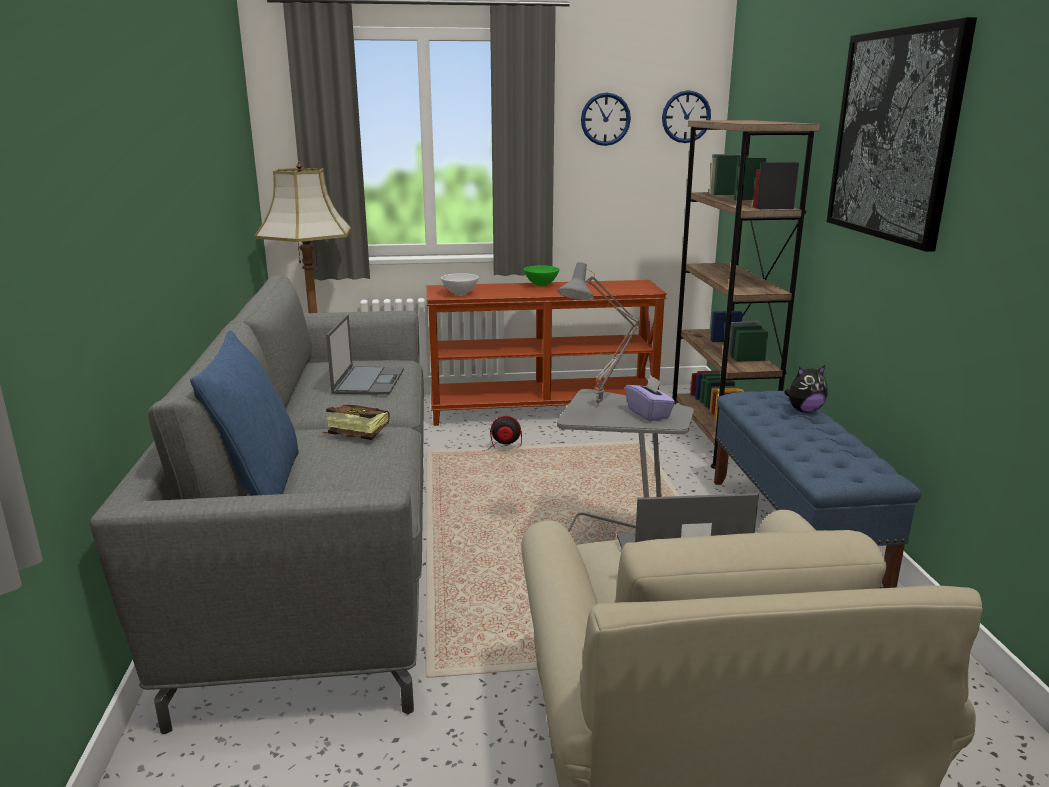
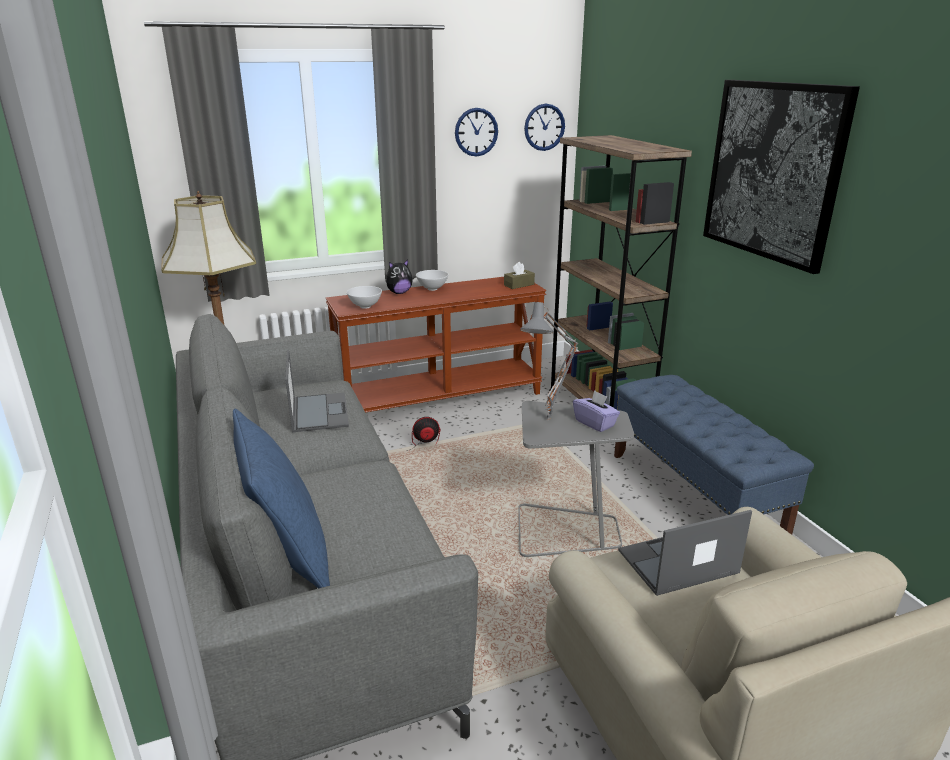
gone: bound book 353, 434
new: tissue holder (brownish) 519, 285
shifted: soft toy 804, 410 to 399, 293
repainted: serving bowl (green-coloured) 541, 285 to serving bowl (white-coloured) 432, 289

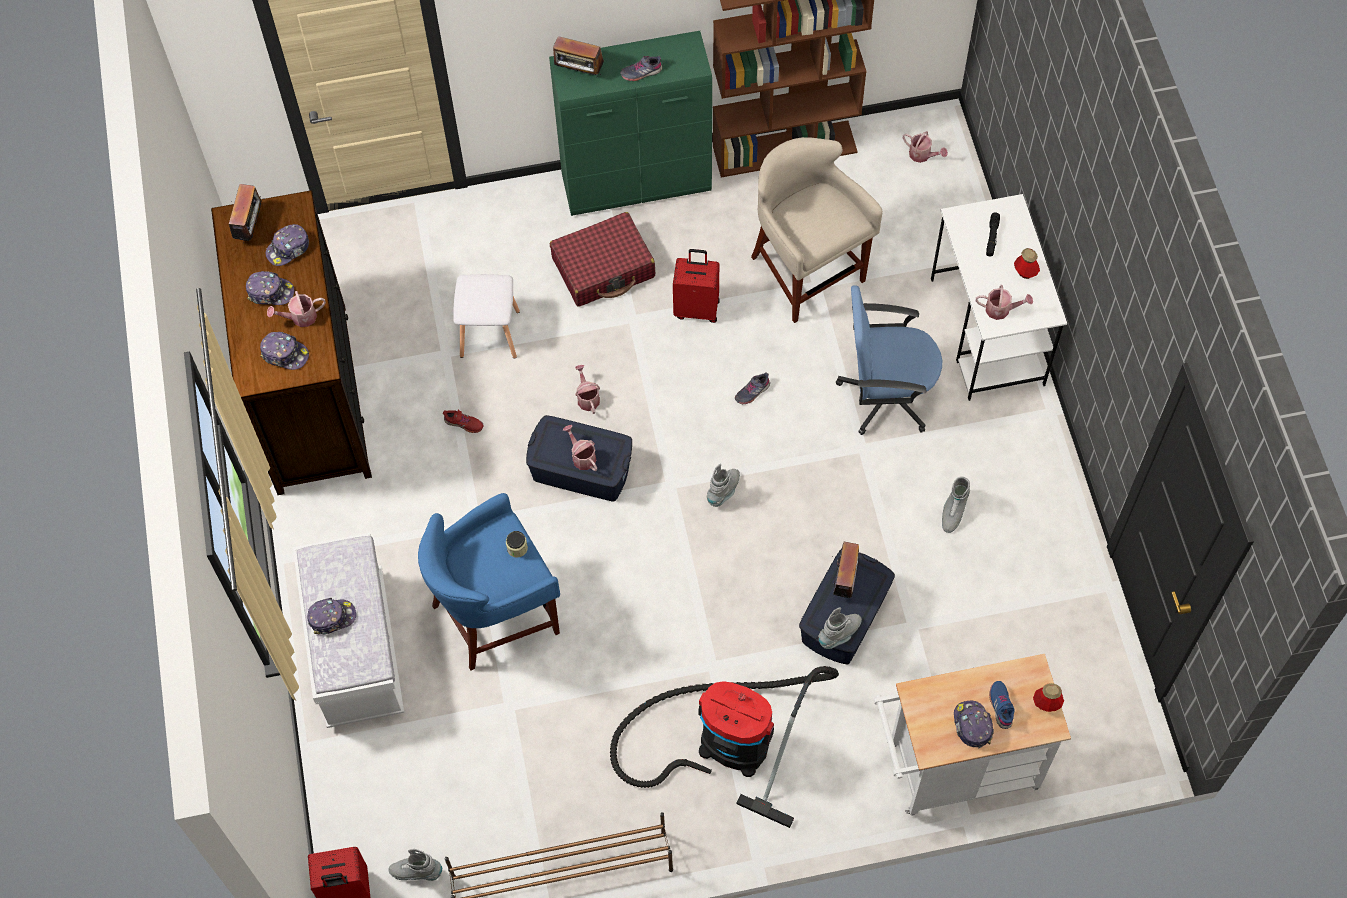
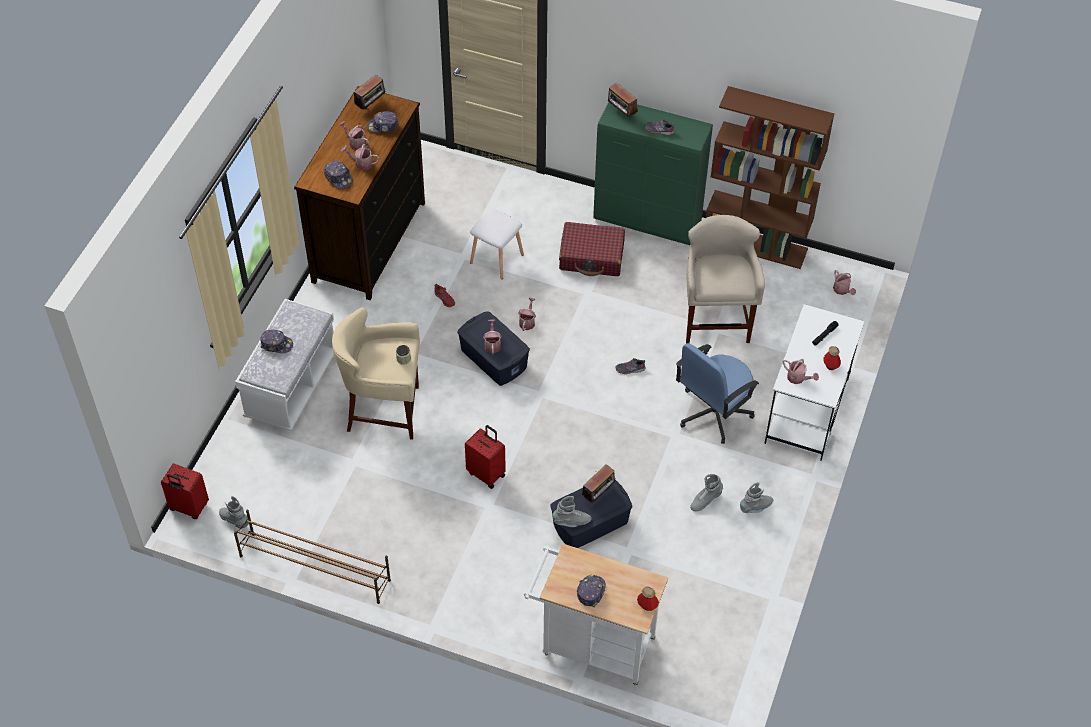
gone: hoover 726, 742; shoe (blue) 1001, 706
shifted: suitcase (red) 697, 308 to 487, 473; boot (grey) 724, 491 to 756, 507
swapped: baseball cap 270, 292 to watering can 355, 143
repainted: stool (blue) 497, 616 to stool (sand-coloured) 384, 410
rotated: desk chair (blue) 885, 395 = 713, 413 75 degrees counterclockwise

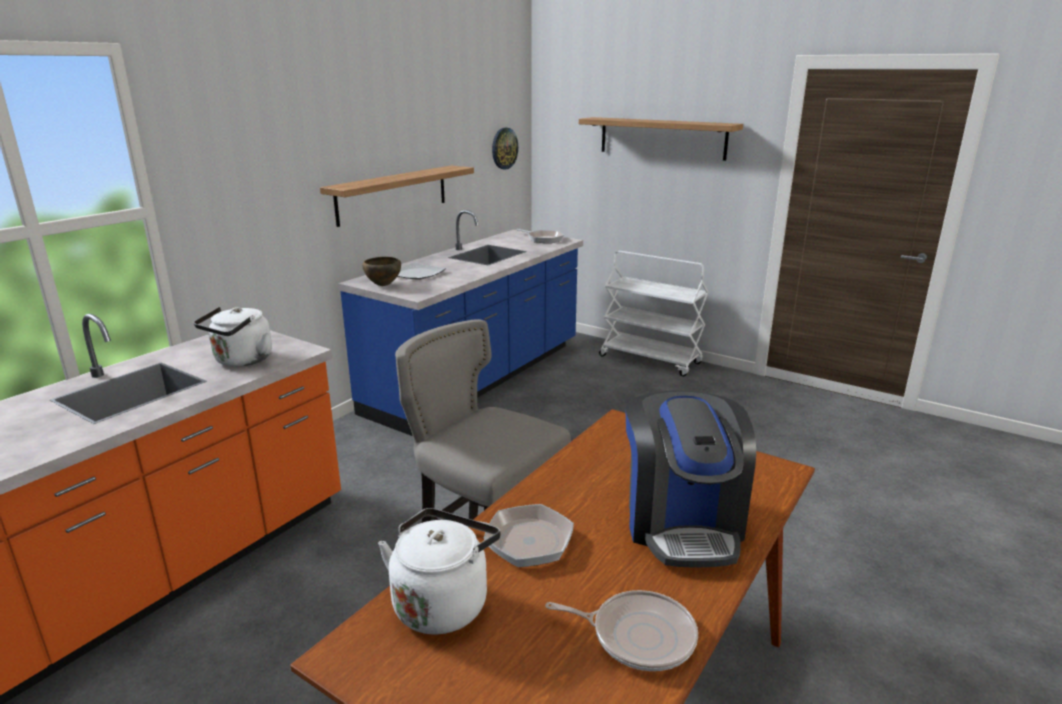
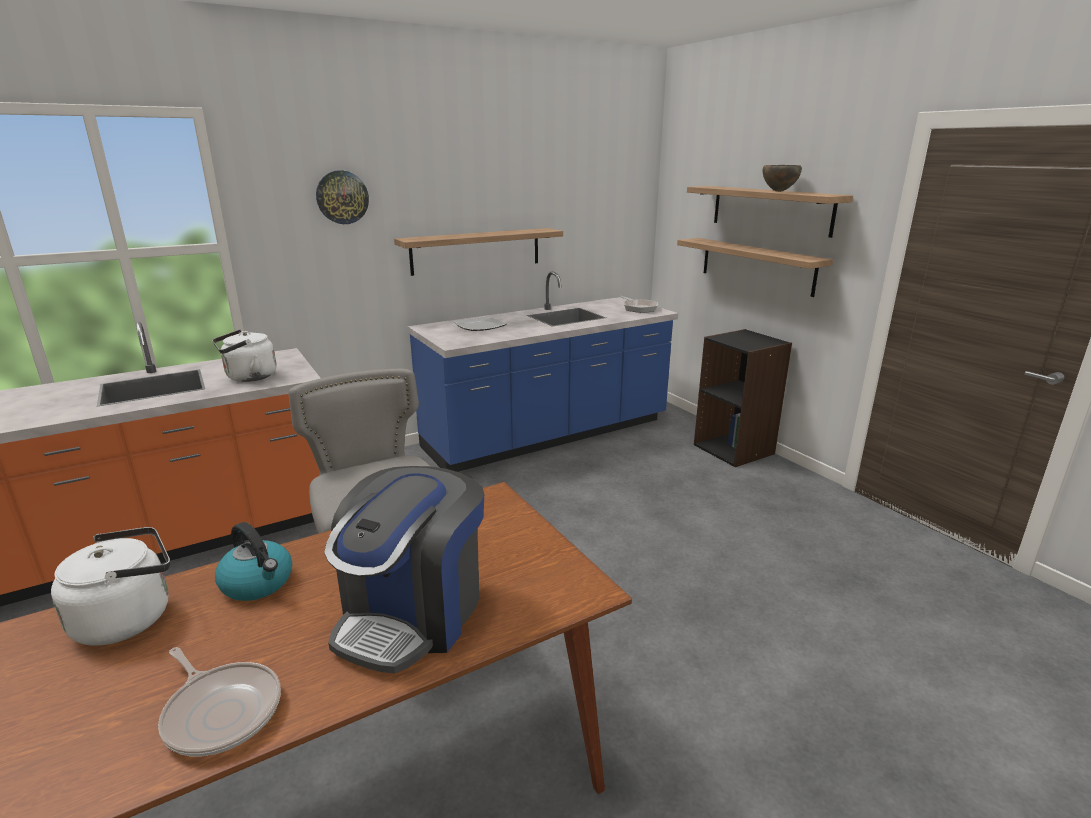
new: bracket shelf 756, 265
shifted: serving bowl (brownish) 383, 285 to 778, 191; wall clock 504, 148 to 342, 197
swapped: skillet 521, 540 to water kettle 258, 583; cart (white-coloured) 651, 360 to bookcase (black-coloured) 734, 449

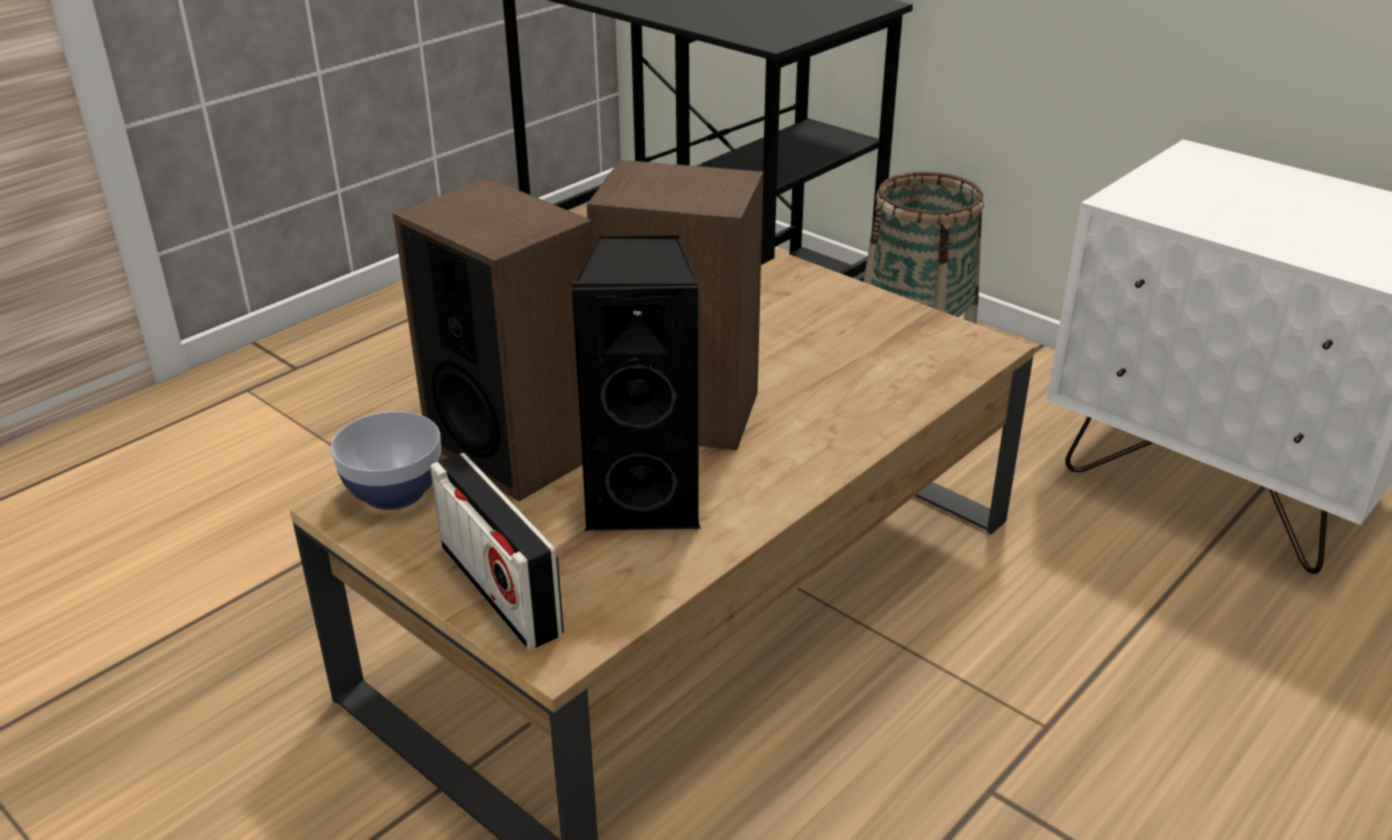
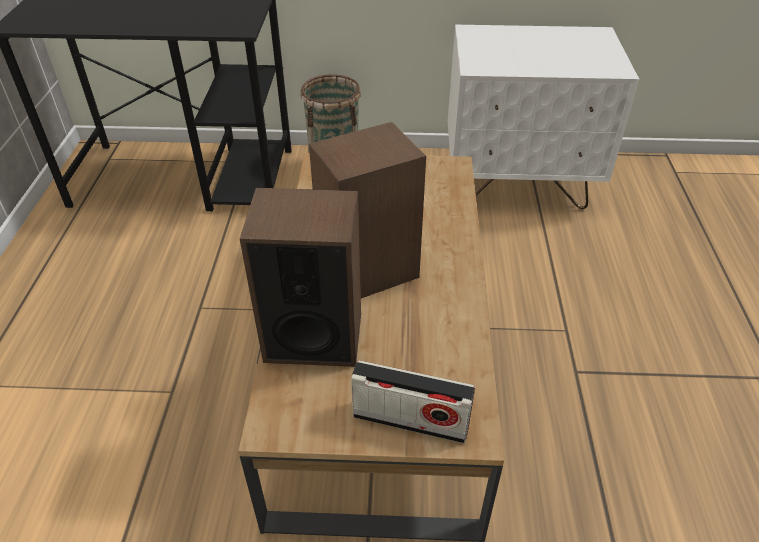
gone: serving bowl 394, 492; audio speaker (black-coloured) 645, 501

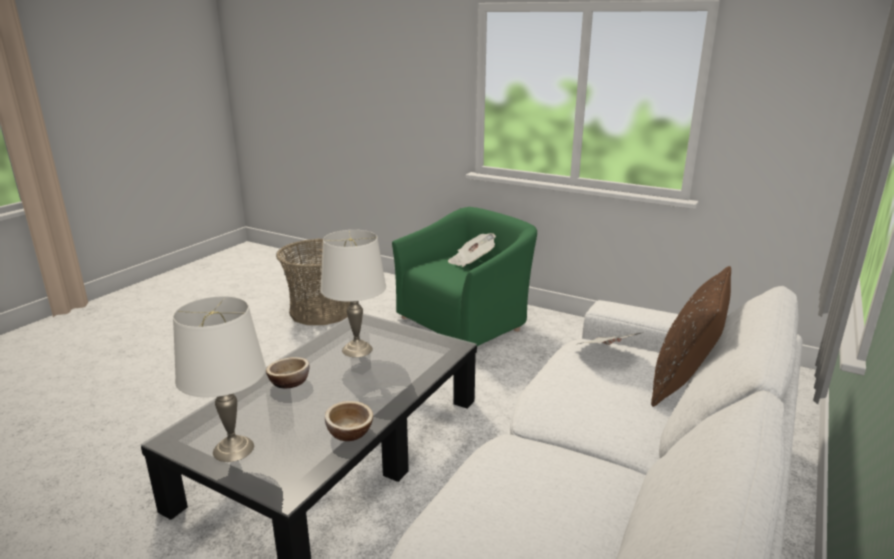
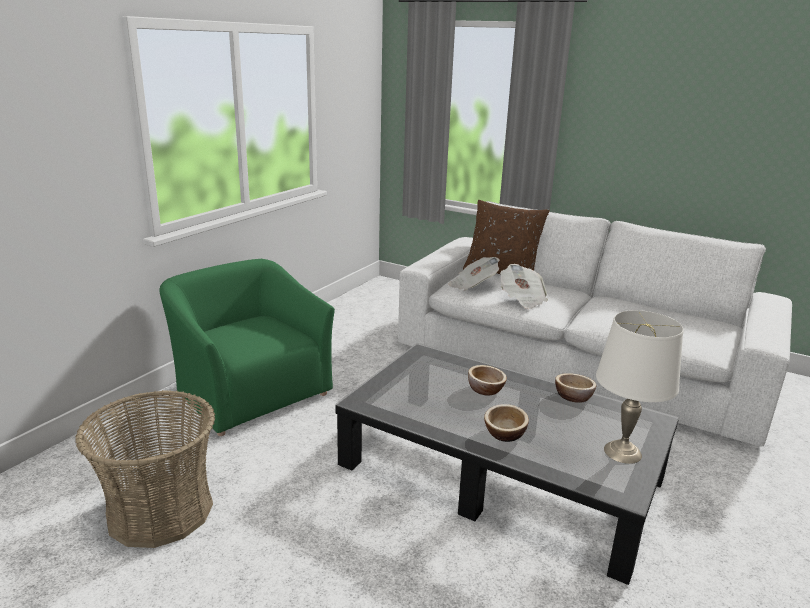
gone: tabletop lamp (white-coloured) 357, 349
new: serving bowl 485, 389
shifted: daily paper 471, 261 to 522, 299

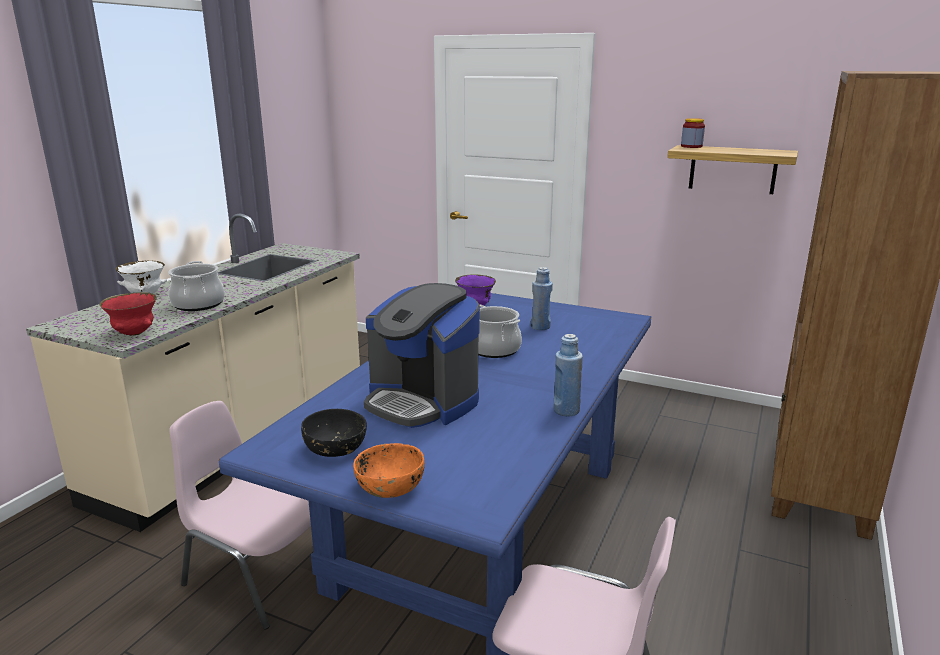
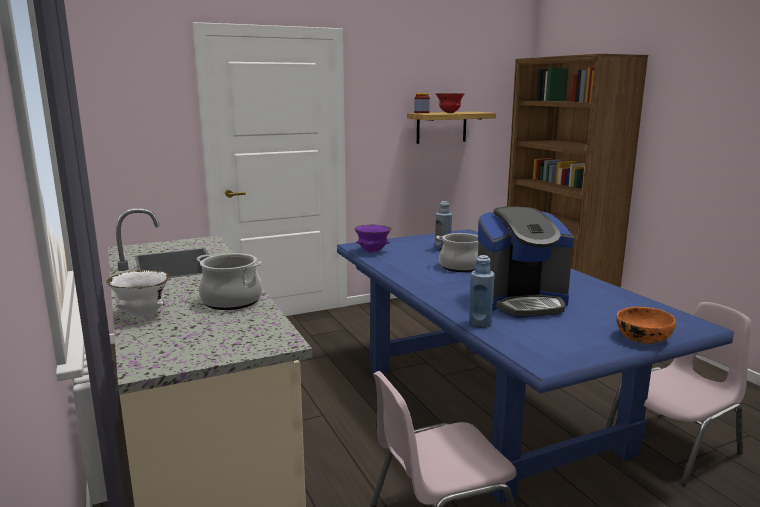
gone: serving bowl (black-coloured) 336, 449
shifted: serving bowl (red) 134, 333 to 449, 113; drink bottle (blue) 566, 410 to 480, 324

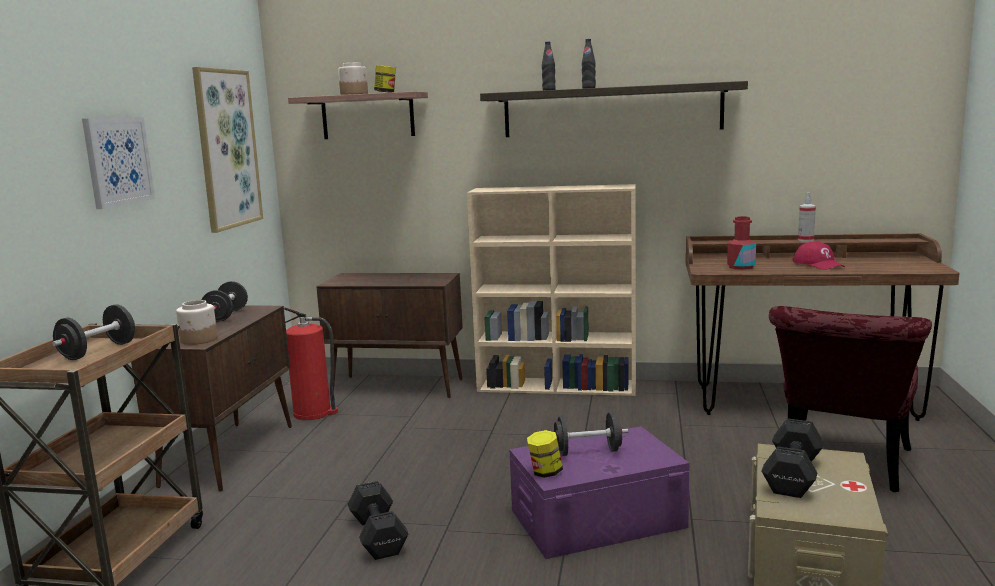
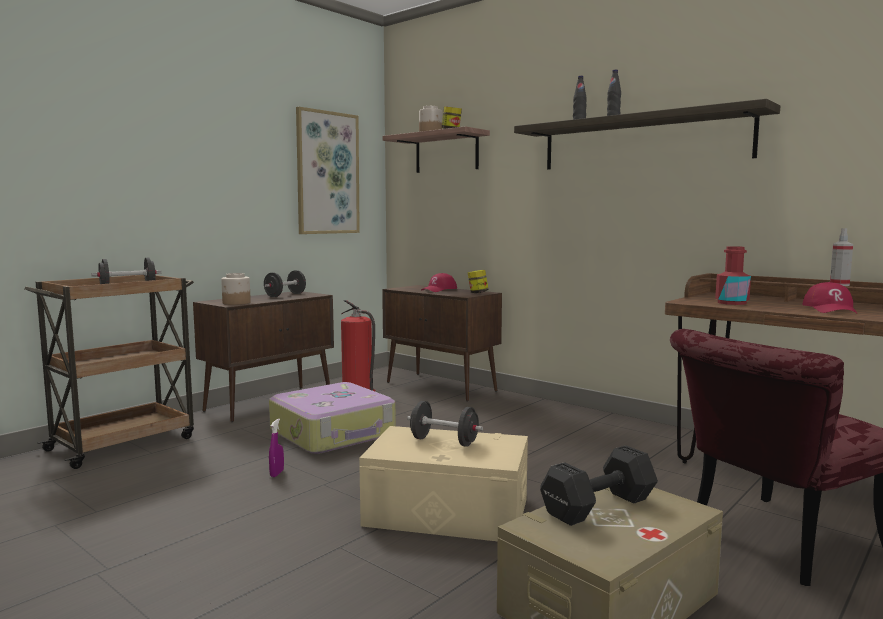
gone: wall picture 117, 161; bookcase (sand-coloured) 558, 386
new: suitcase 334, 433; baseball cap (red) 439, 290
shifted: preserve jar 545, 472 to 477, 293
swapped: free weight (black-coloured) 378, 535 to hand sprayer (purple-coloured) 277, 473
repainted: storage bin (purple-coloured) 597, 519 to storage bin (sand-coloured) 447, 512

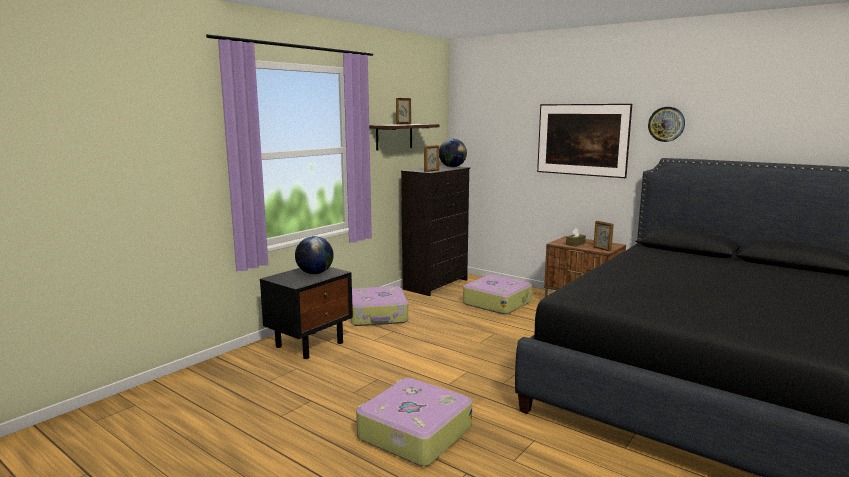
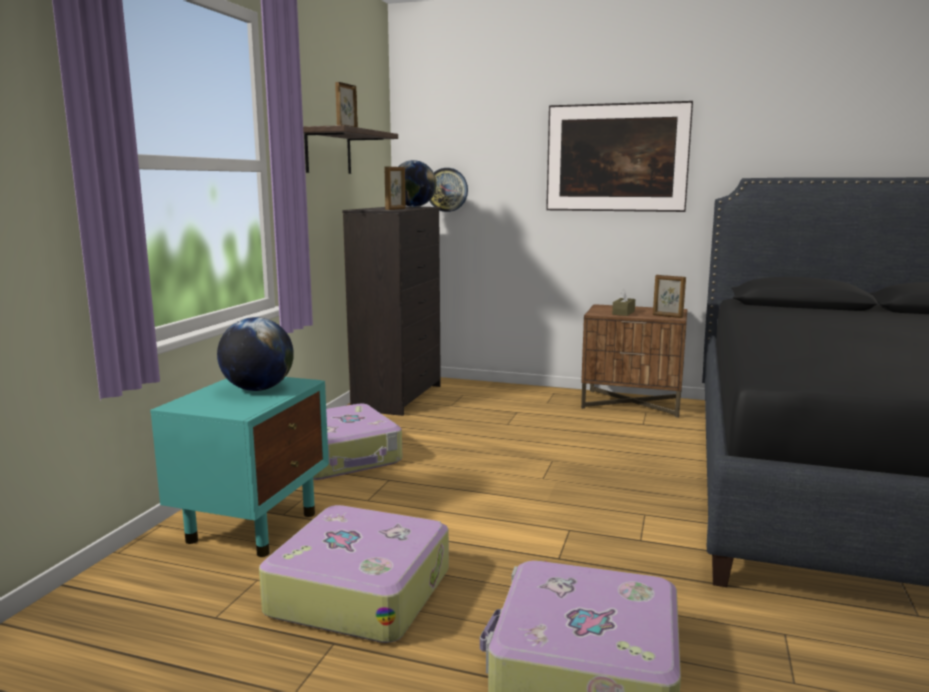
shifted: suitcase 497, 302 to 360, 591; wall clock 666, 124 to 447, 189
repainted: night table (black-coloured) 310, 344 to night table (turquoise-coloured) 254, 526

